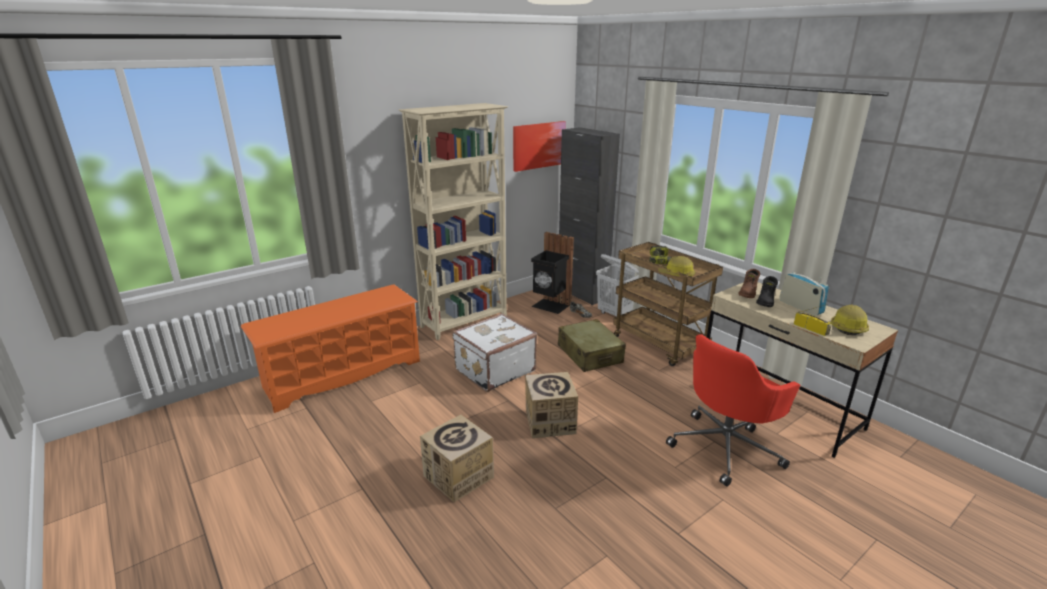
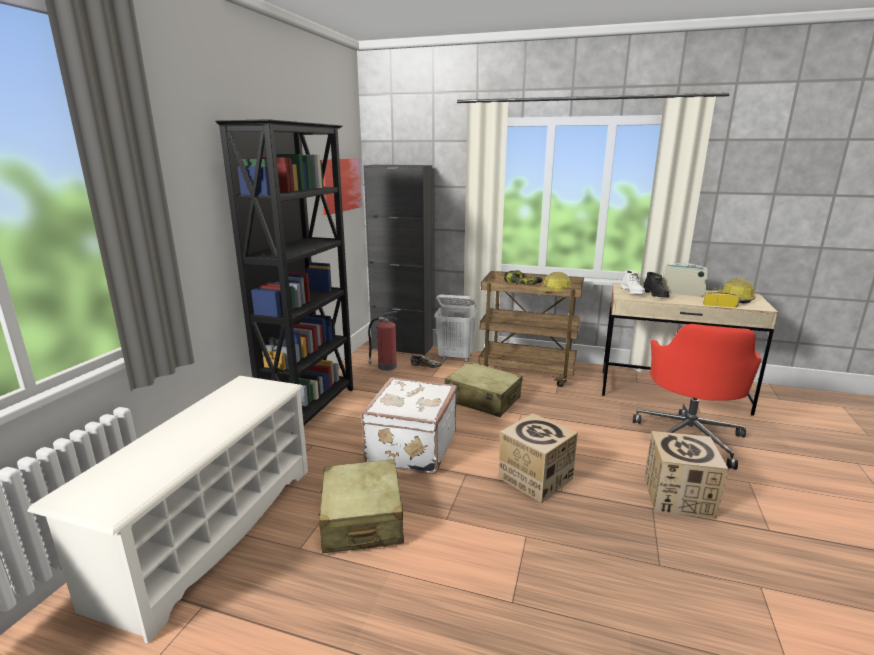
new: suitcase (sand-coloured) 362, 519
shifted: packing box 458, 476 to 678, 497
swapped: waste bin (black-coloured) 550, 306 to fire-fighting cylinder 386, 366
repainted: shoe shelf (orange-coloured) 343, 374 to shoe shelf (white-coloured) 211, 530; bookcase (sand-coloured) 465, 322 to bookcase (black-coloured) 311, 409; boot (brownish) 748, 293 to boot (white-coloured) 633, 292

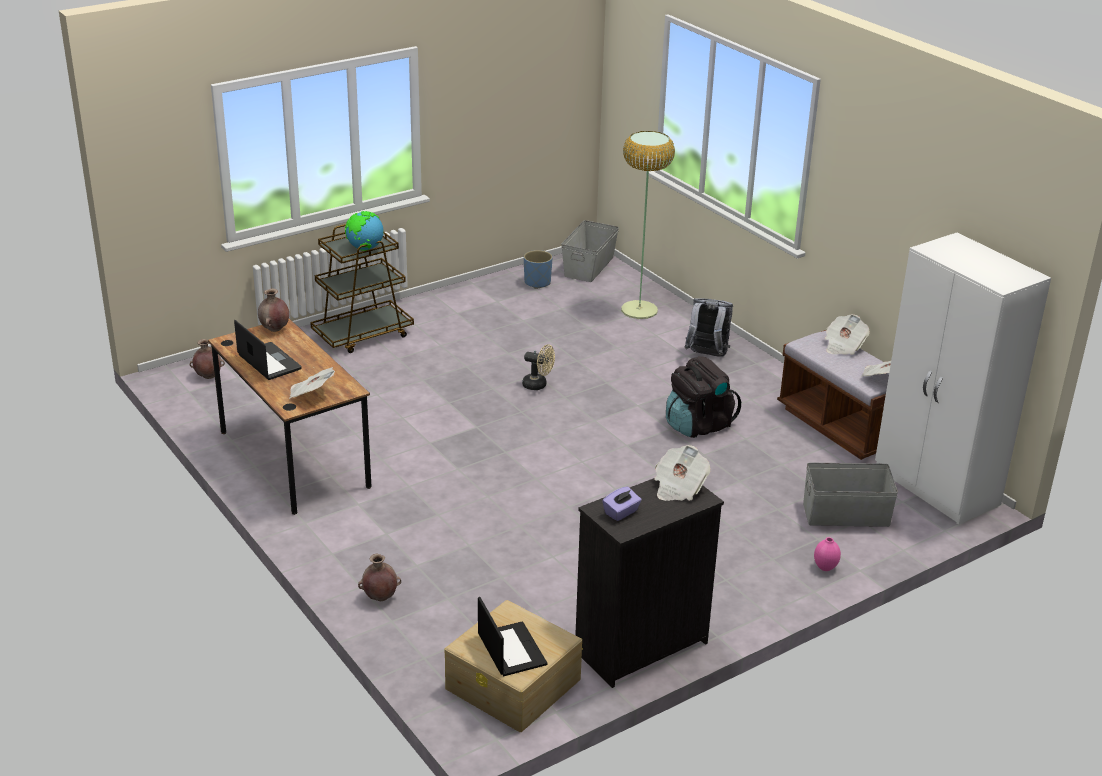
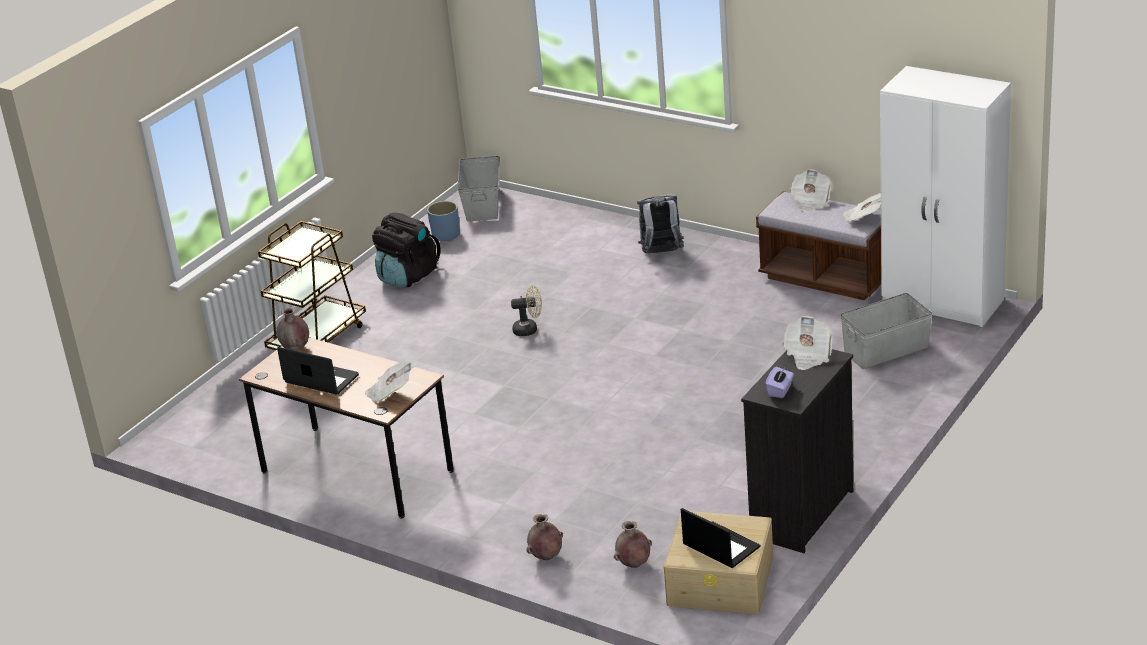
gone: globe 365, 248; floor lamp 639, 310; decorative vase (pink) 825, 568
shifted: decorative vase (brownish) 208, 376 to 634, 564; knapsack (black-coloured) 698, 425 to 407, 276

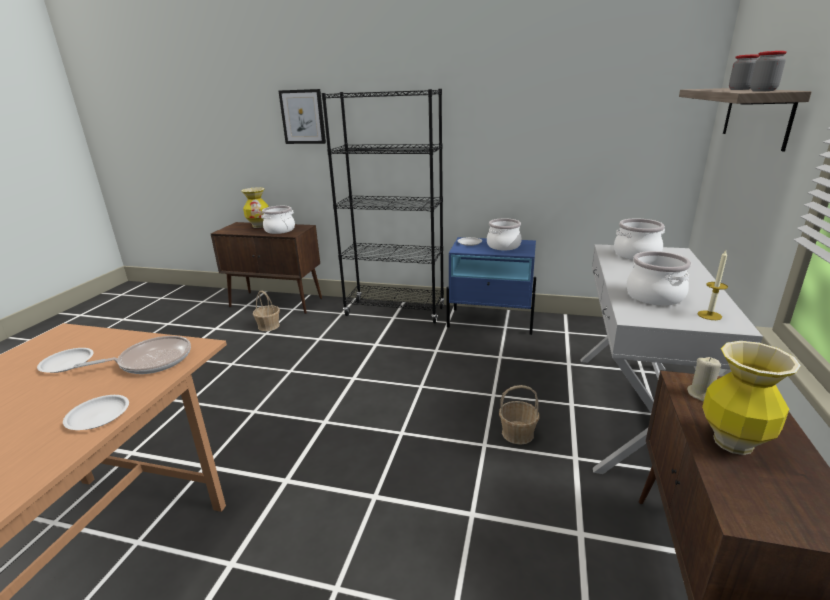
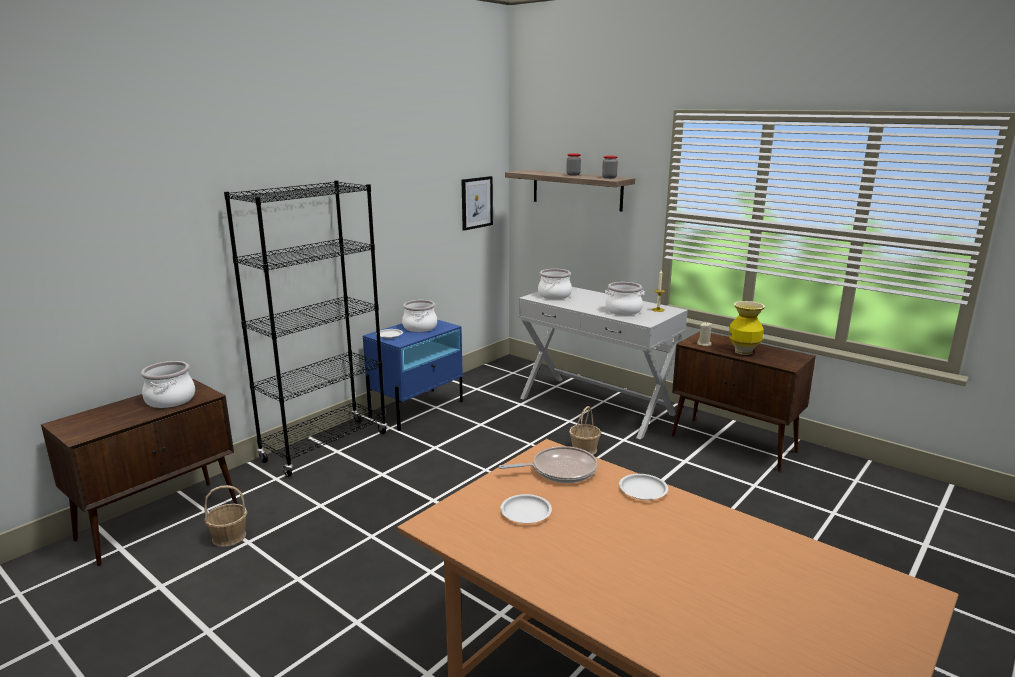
gone: decorative vase 259, 226
shifted: wall picture 303, 117 to 476, 202
rotated: skillet 151, 361 = 560, 470 75 degrees clockwise

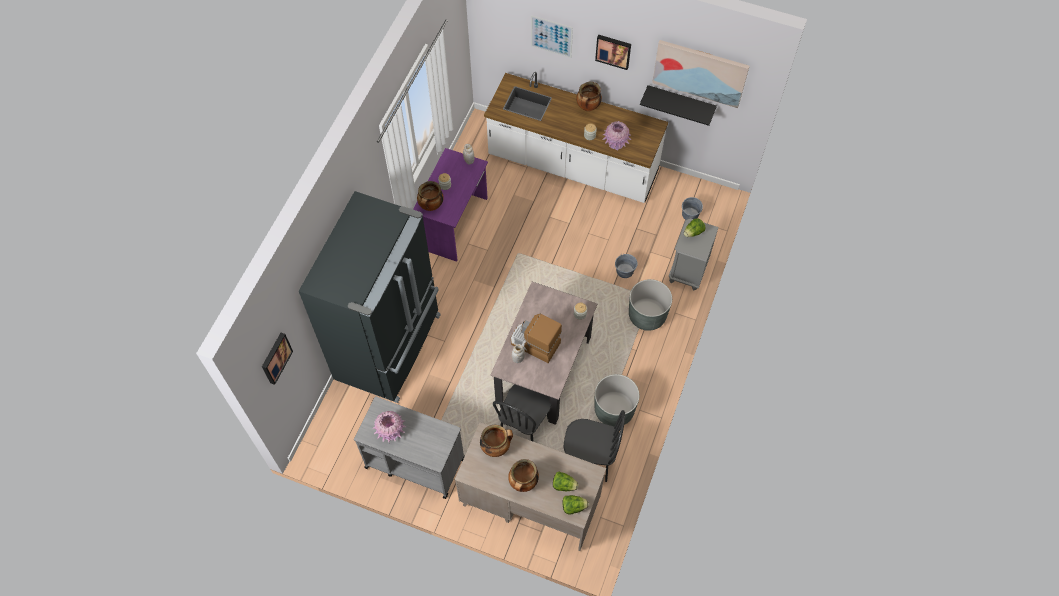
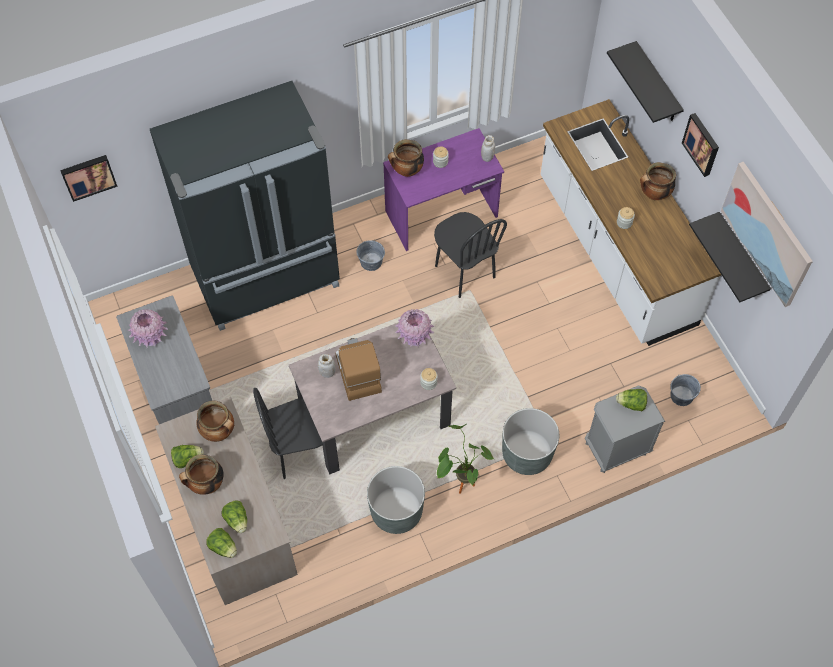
new: lettuce 187, 459; houseplant 459, 484
shifted: upright chair (black-coloured) 590, 460 to 464, 272; decorative vase (pink) 616, 144 to 414, 337; water bucket (grey) 624, 270 to 371, 262
swapped: wall picture 551, 36 to bracket shelf (black-coloured) 657, 84

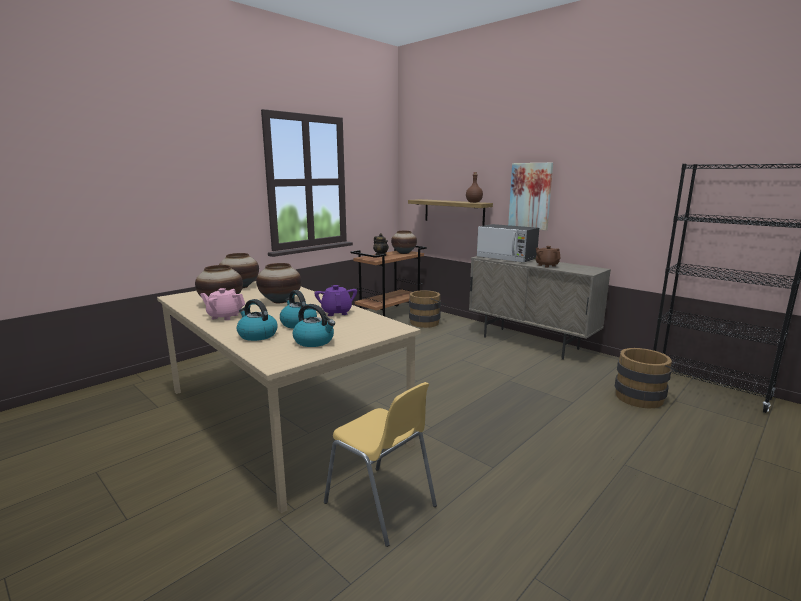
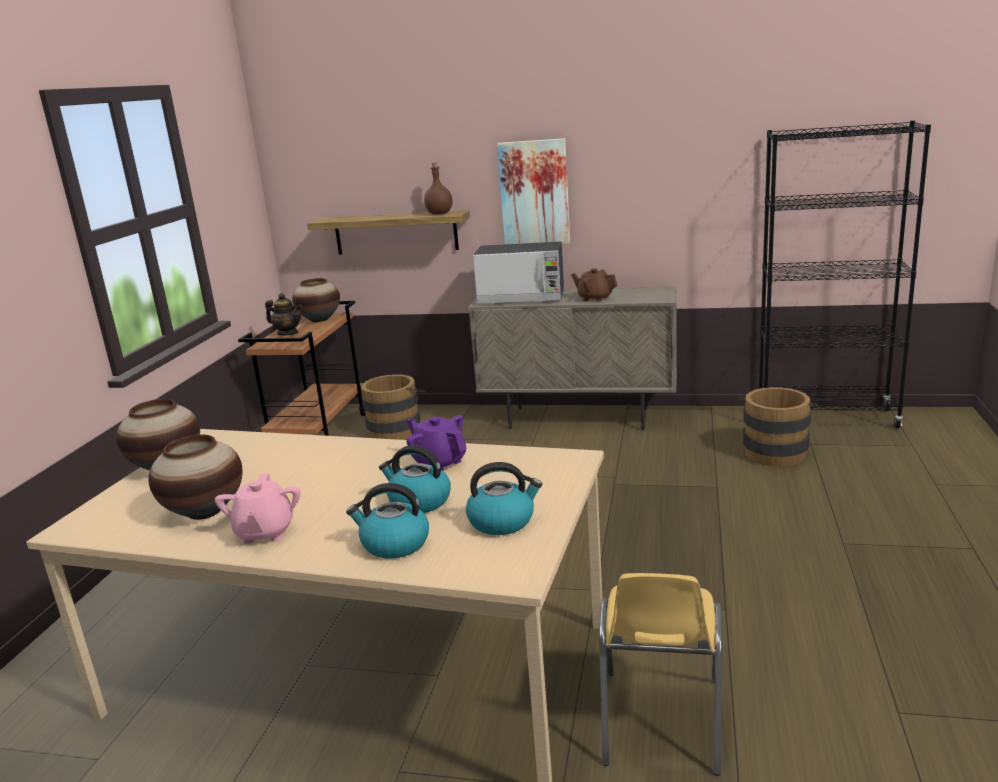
gone: decorative vase 280, 301
rotated: teapot (pink) 224, 316 = 265, 532 75 degrees counterclockwise; upright chair (yellowish) 381, 505 = 660, 722 90 degrees clockwise

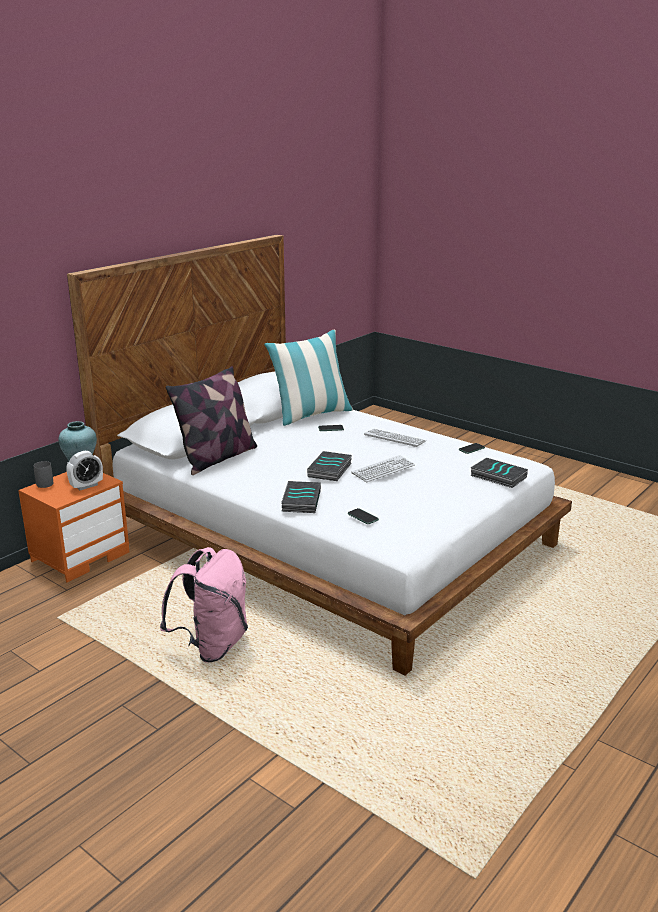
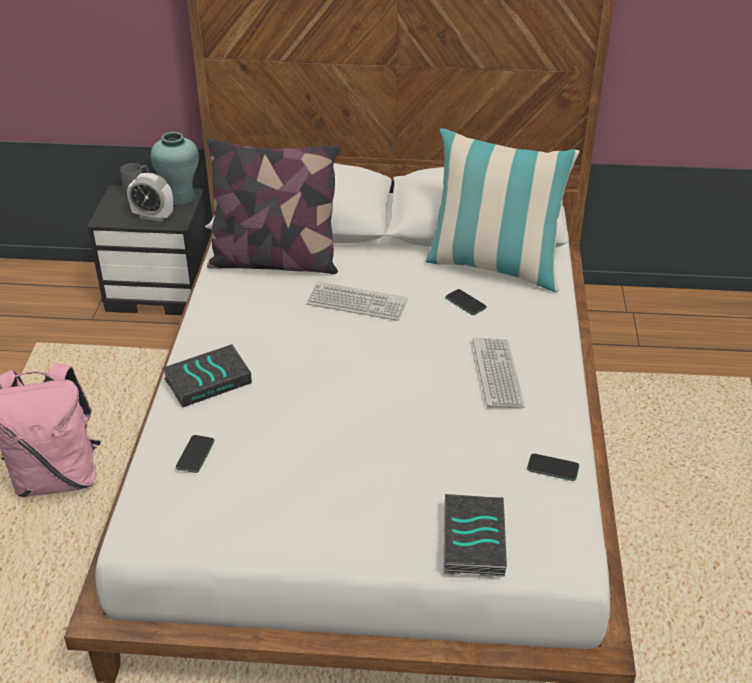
gone: bound book 330, 470
shifted: keyboard 383, 470 to 357, 303
repainted: night table (orange-coloured) 80, 556 to night table (black-coloured) 162, 290

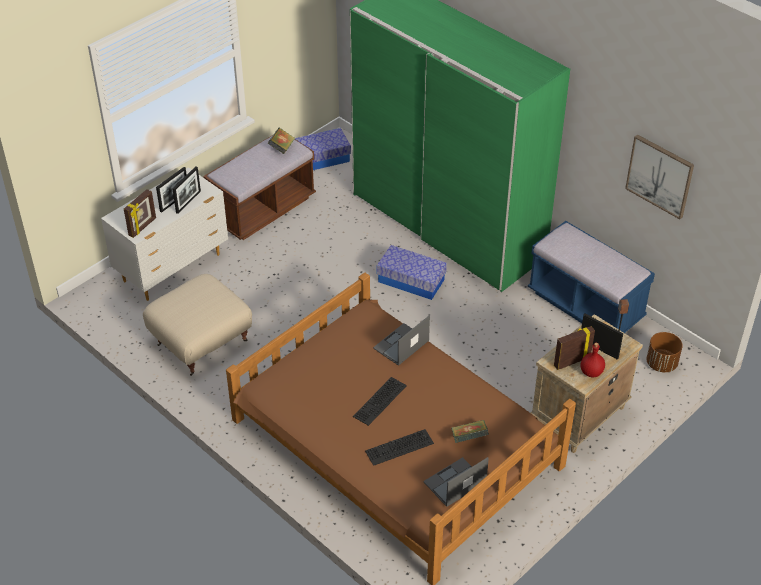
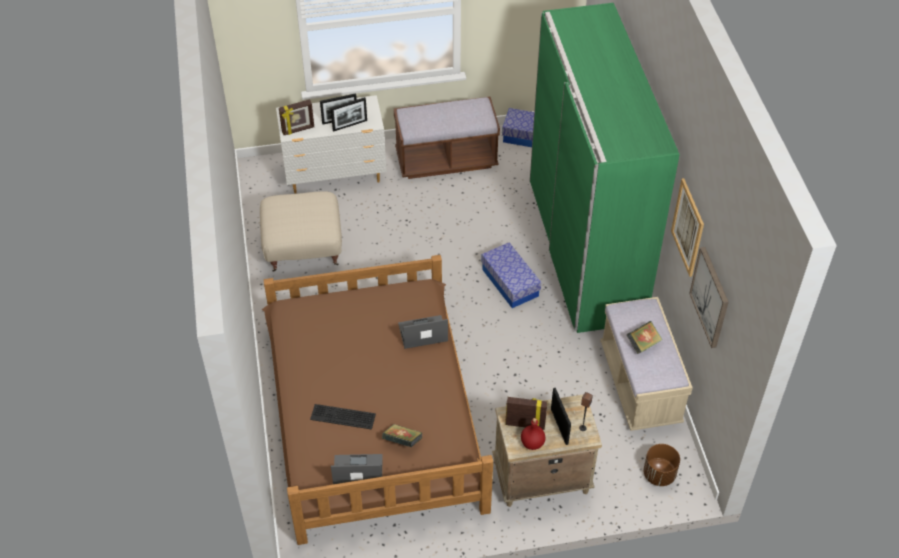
gone: keyboard 380, 402
new: wall picture 688, 227
shifted: bound book 282, 148 to 643, 344
repainted: bench (blue) 585, 305 to bench (sand-coloured) 640, 384

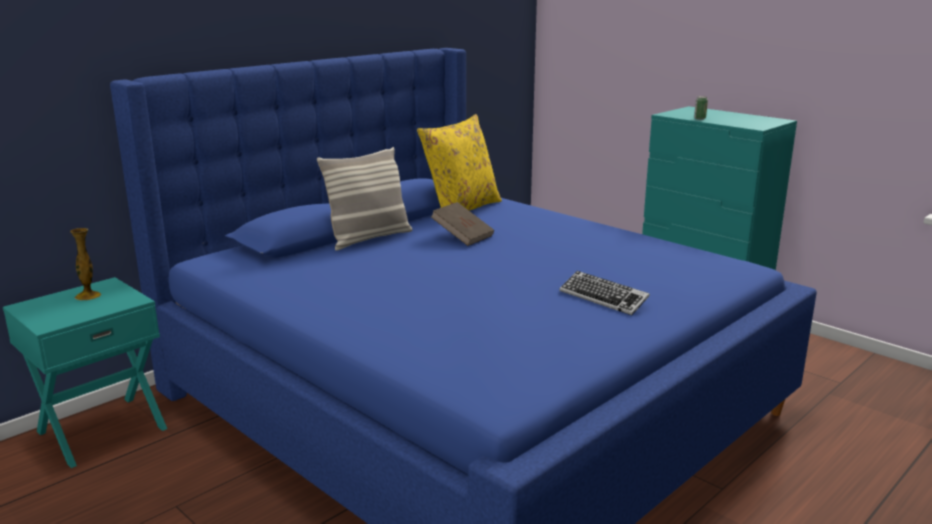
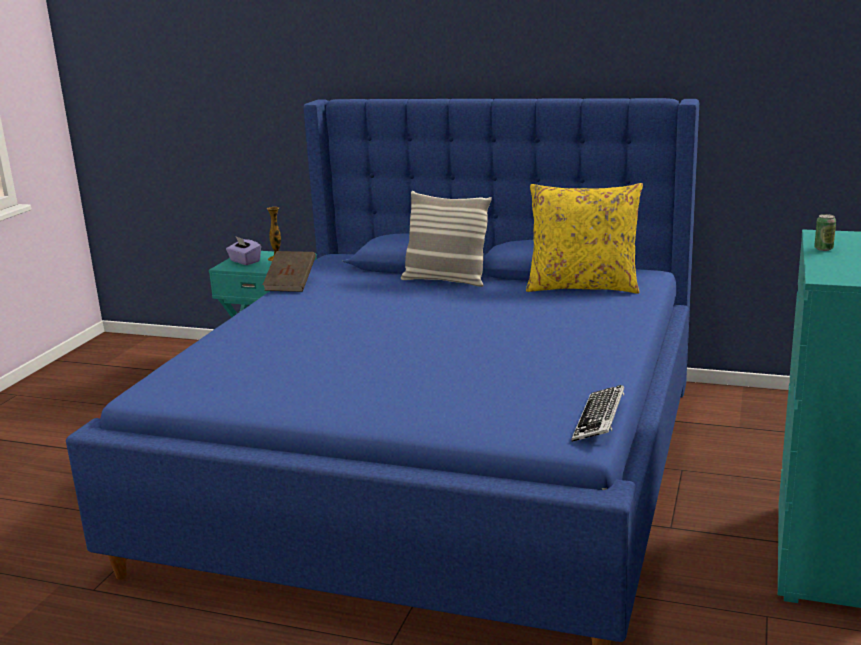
new: tissue holder (purple-coloured) 244, 261
shifted: bound book (brownish) 462, 236 to 291, 284; keyboard 603, 298 to 599, 420

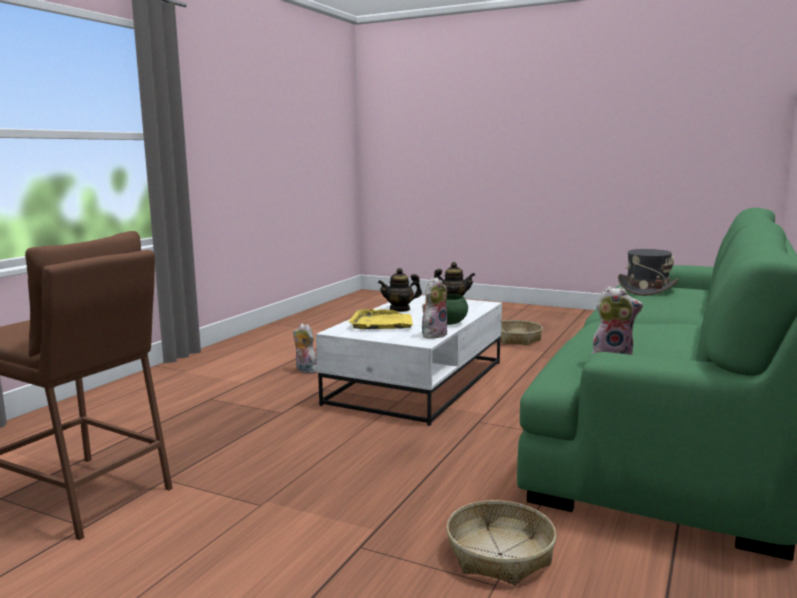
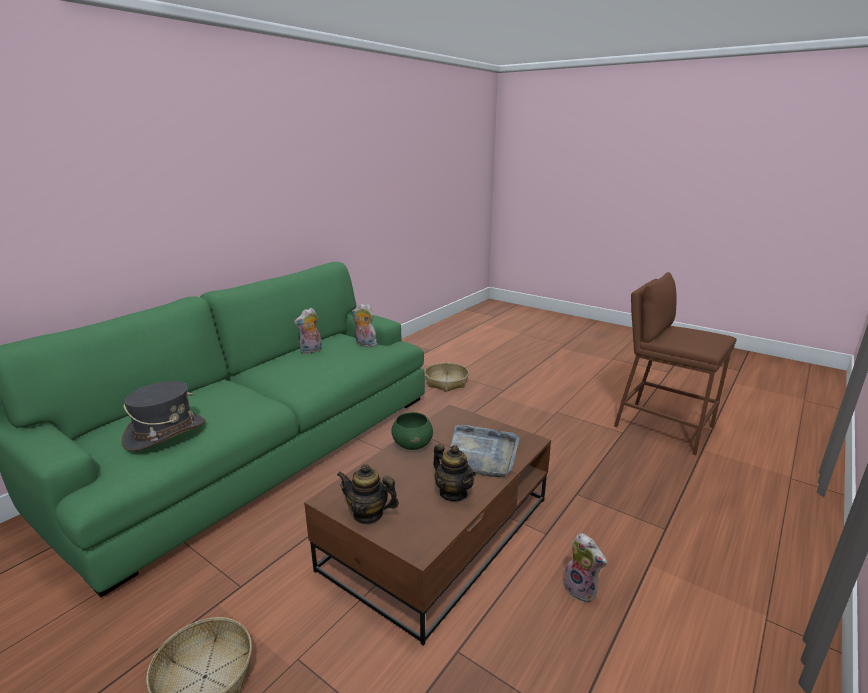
shifted: soft toy 434, 334 to 311, 351
repainted: low table (white-coloured) 417, 383 to low table (brownish) 439, 531; tray (yellowish) 382, 323 to tray (grey) 482, 454
rotated: teapot 400, 309 = 453, 493 60 degrees clockwise

